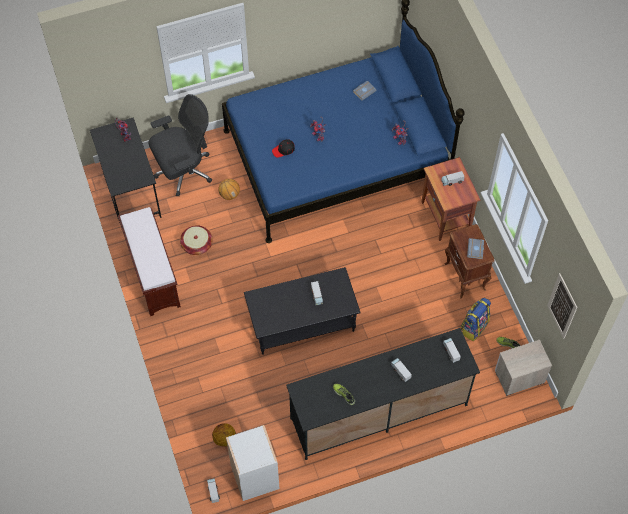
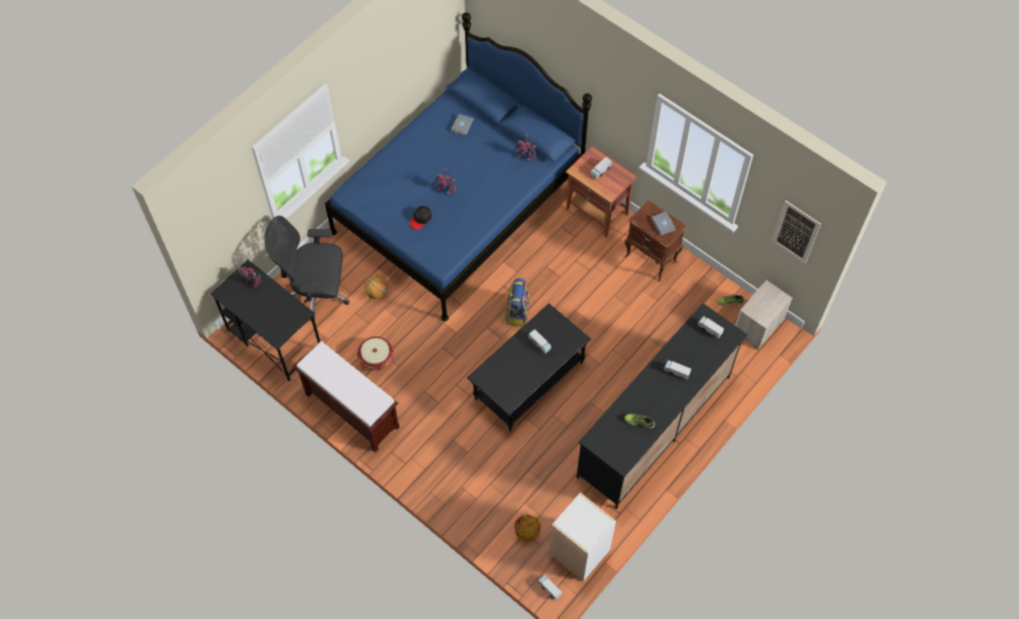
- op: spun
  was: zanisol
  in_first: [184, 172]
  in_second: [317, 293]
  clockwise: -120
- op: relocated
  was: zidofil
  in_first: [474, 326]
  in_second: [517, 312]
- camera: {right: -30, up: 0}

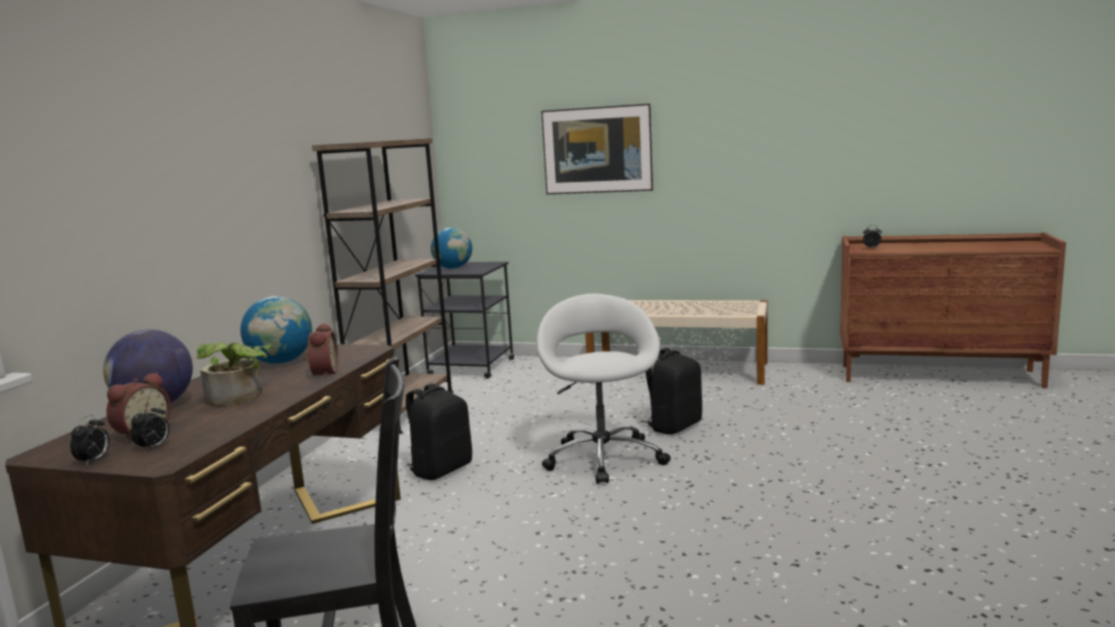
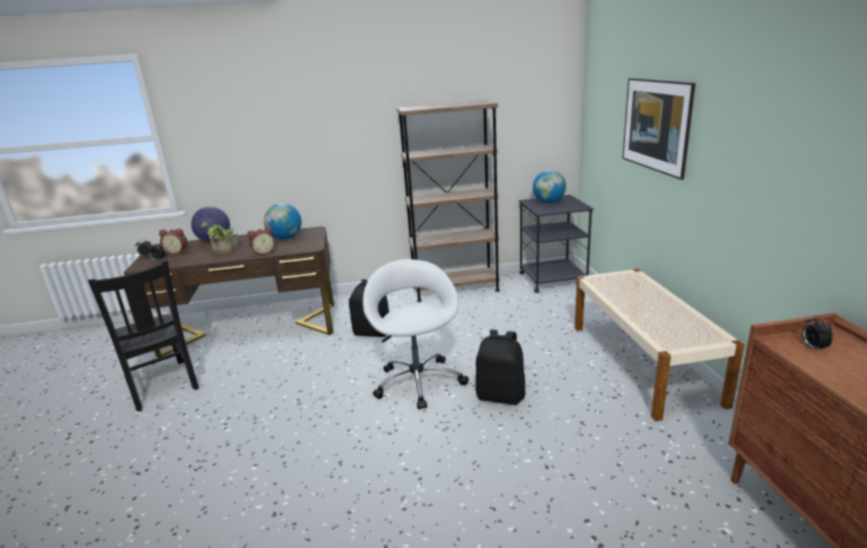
- op: spun
  was: zanisol (white)
  in_first: [603, 458]
  in_second: [418, 382]
  clockwise: -75
- camera: {right: 65, up: 10}

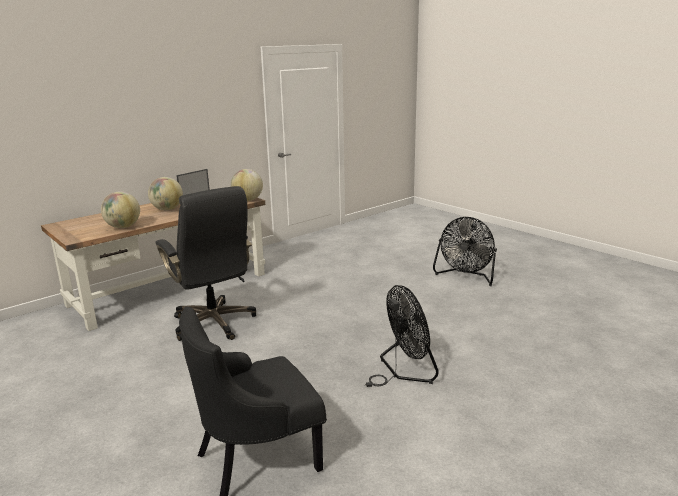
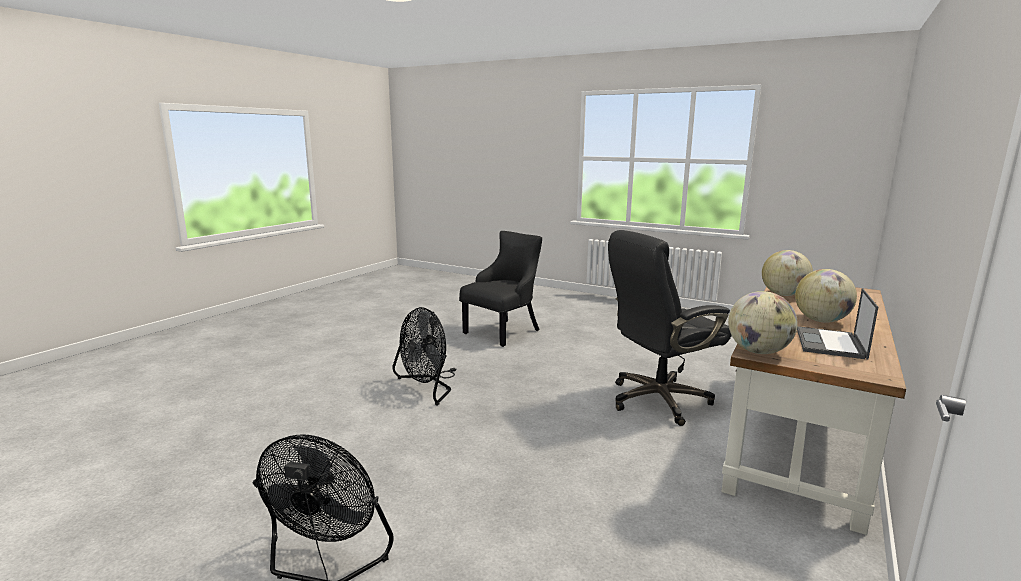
- op: spun
  was: zanisol (black)
  in_first: [212, 322]
  in_second: [661, 399]
  clockwise: -60
- camera: {right: 160, up: -5}

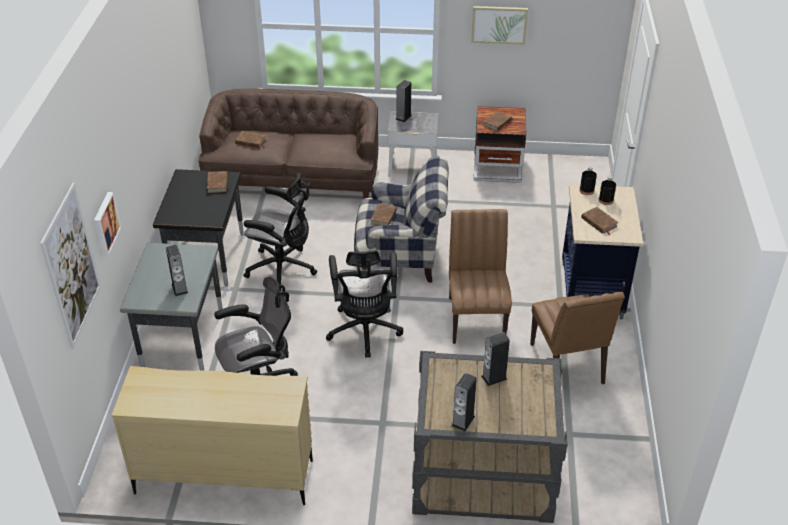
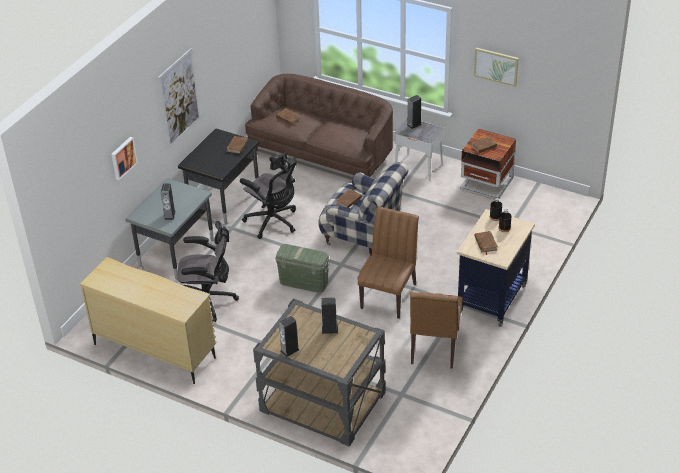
- op: relocated
  was: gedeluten
  in_first: [71, 266]
  in_second: [179, 98]
- op: exchanged
  was: zanisol
  now: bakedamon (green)
  in_first: [365, 330]
  in_second: [303, 282]
- camera: {right: 25, up: 0}

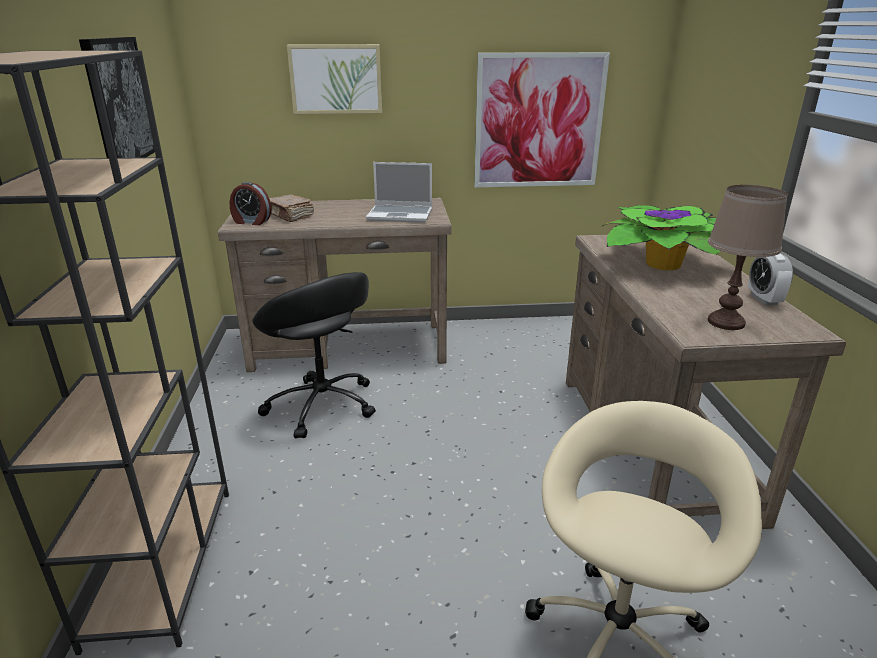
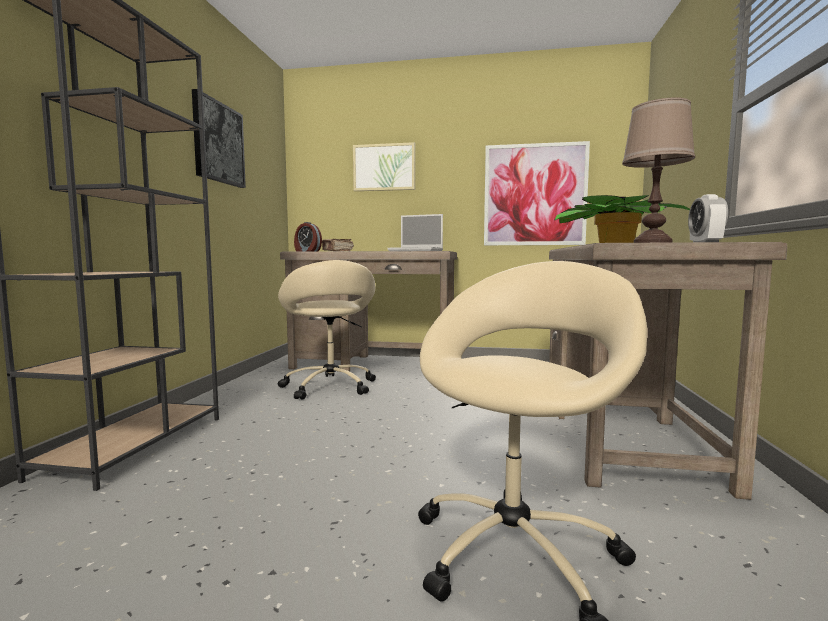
- op: colour
  was: zanisol (black)
  now: zanisol (beige)
  in_first: [323, 407]
  in_second: [330, 387]
- camera: {right: 15, up: -20}

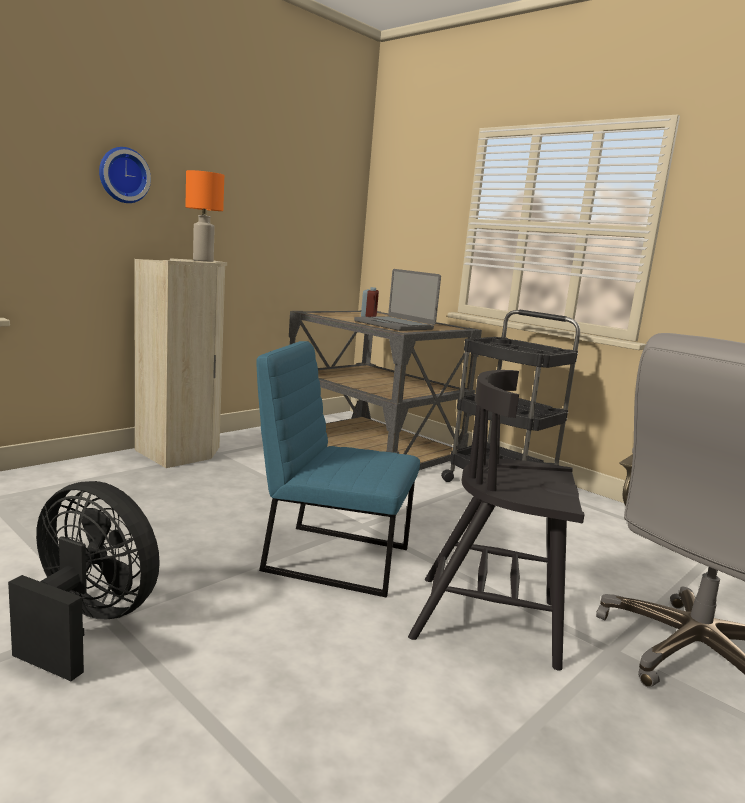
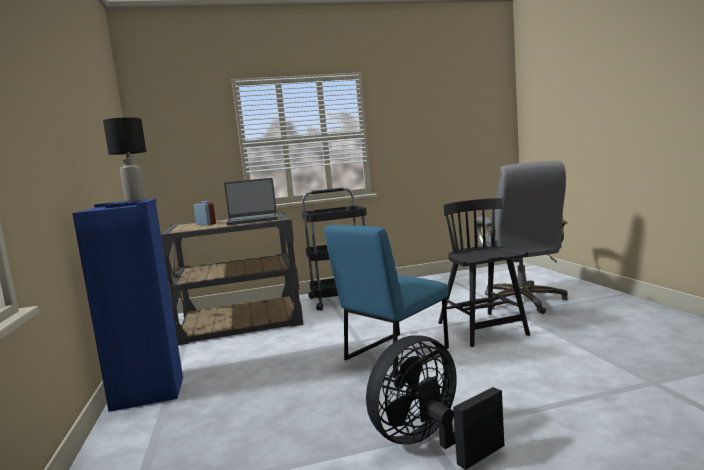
- op: missing
  was: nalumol
  in_first: [123, 175]
- op: colour
  was: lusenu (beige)
  now: lusenu (blue)
  in_first: [182, 452]
  in_second: [148, 388]
- op: colour
  was: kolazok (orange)
  now: kolazok (black)
  in_first: [202, 261]
  in_second: [134, 200]
- op: spun
  was: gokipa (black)
  in_first: [490, 620]
  in_second: [482, 329]
  clockwise: 120
- camera: {right: -55, up: -5}

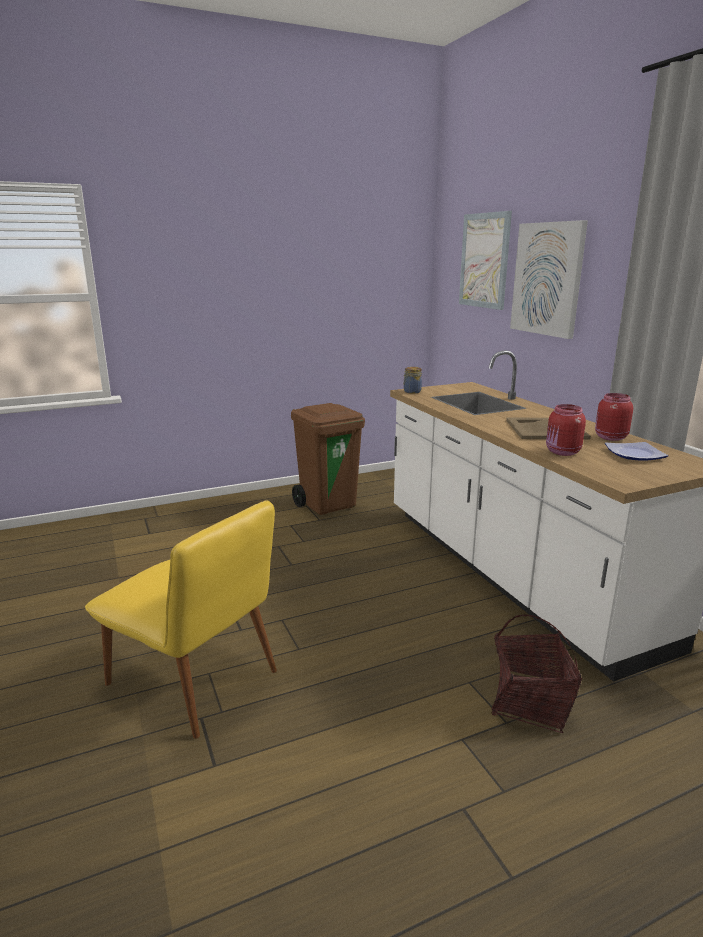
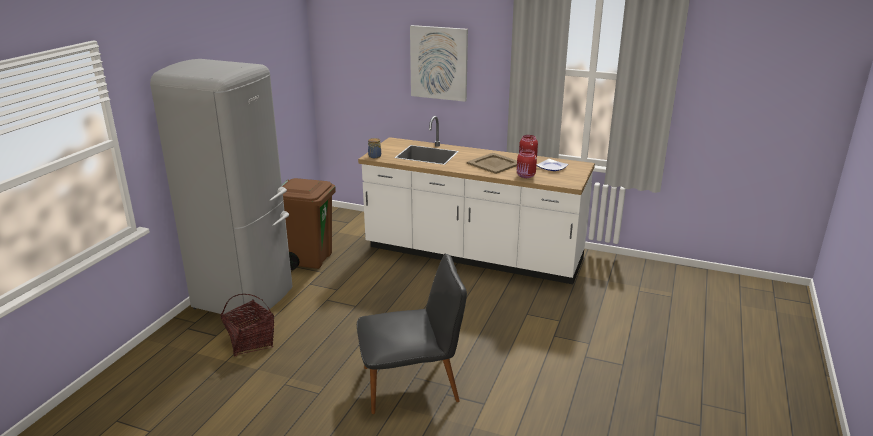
- op: colour
  was: gokipa (yellow)
  now: gokipa (black)
  in_first: [192, 677]
  in_second: [410, 383]
- op: missing
  was: gedeluten
  in_first: [484, 260]
- op: relocated
  was: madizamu
  in_first: [529, 702]
  in_second: [250, 342]
- op: appeared
  now: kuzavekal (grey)
  in_second: [247, 297]
- camera: {right: -45, up: 5}

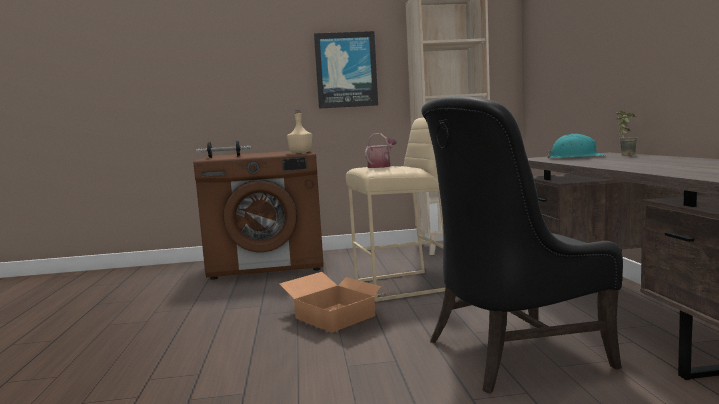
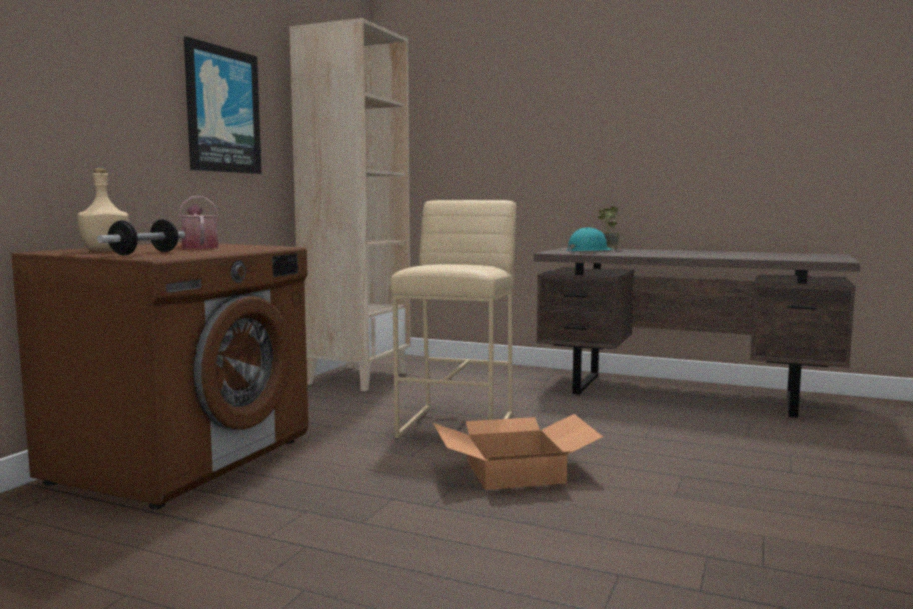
- op: relocated
  was: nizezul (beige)
  in_first: [301, 153]
  in_second: [106, 251]
- op: relocated
  was: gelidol
  in_first: [381, 166]
  in_second: [199, 247]
- op: missing
  was: gokipa (black)
  in_first: [512, 352]
- camera: {right: -60, up: 0}

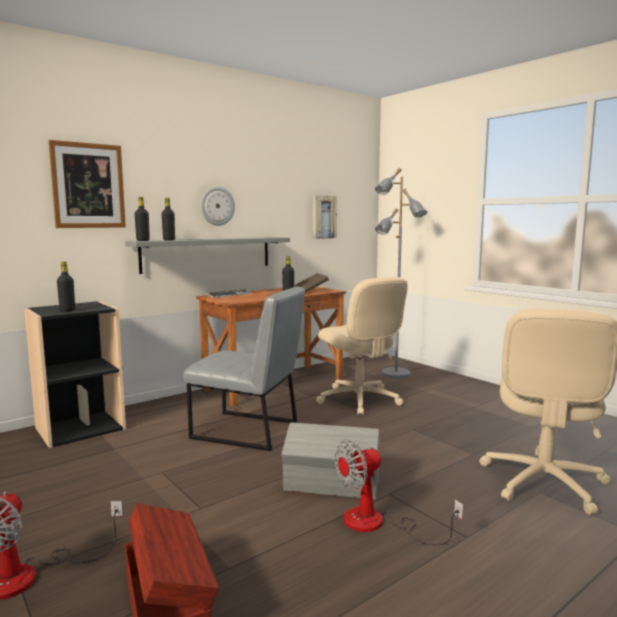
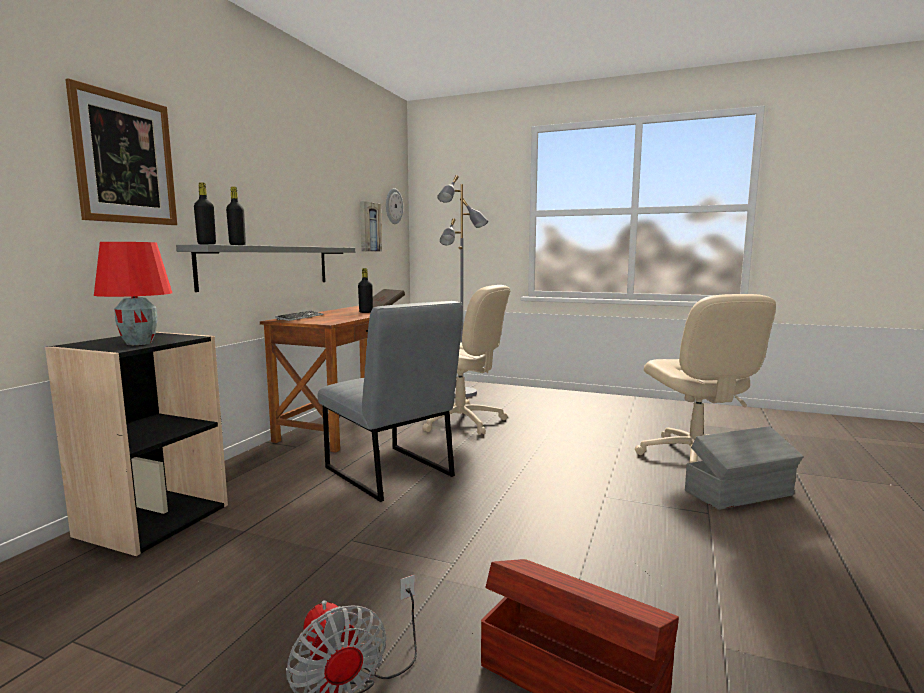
- op: exchanged
  was: nizezul (black)
  now: kolazok (red)
  in_first: [67, 310]
  in_second: [140, 343]
- op: spun
  was: gokipa (grey)
  in_first: [248, 431]
  in_second: [390, 473]
  clockwise: 60
- op: relocated
  was: nalumol
  in_first: [217, 206]
  in_second: [393, 206]
- op: relocated
  was: bakedamon (grey)
  in_first: [332, 485]
  in_second: [740, 493]
- op: missing
  was: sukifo
  in_first: [378, 524]
- camera: {right: -30, up: 0}

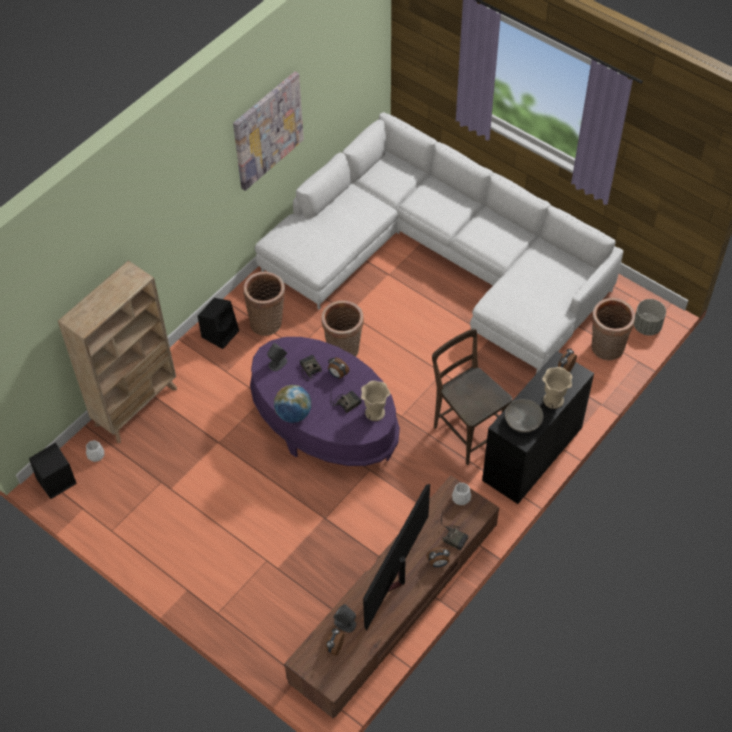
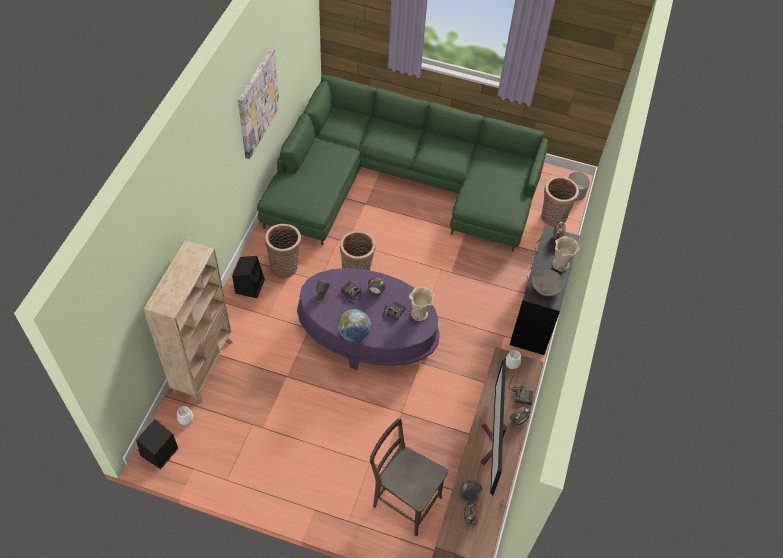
- op: colour
  was: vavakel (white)
  now: vavakel (green)
  in_first: [439, 259]
  in_second: [399, 182]
- op: relocated
  was: gokipa (brown)
  in_first: [467, 430]
  in_second: [403, 500]
- camera: {right: -25, up: 0}

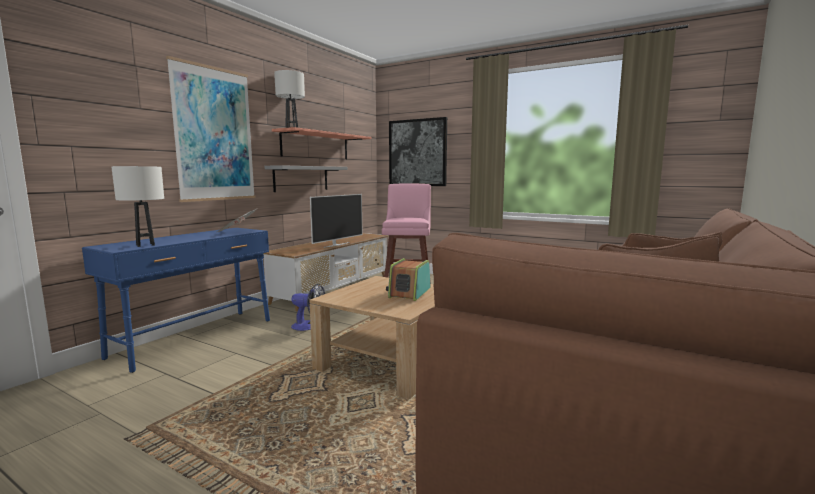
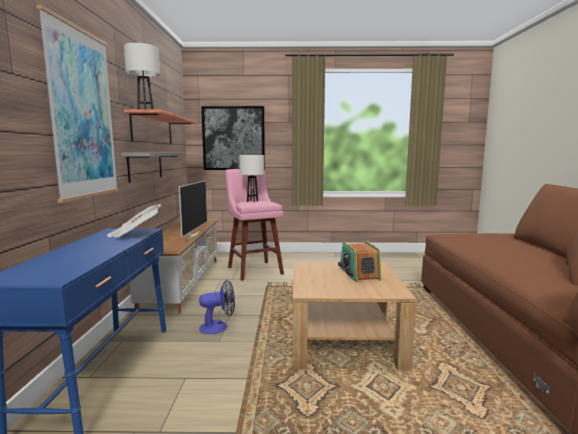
- op: relocated
  was: kolazok (white)
  in_first: [145, 245]
  in_second: [252, 201]
- camera: {right: -30, up: 0}

